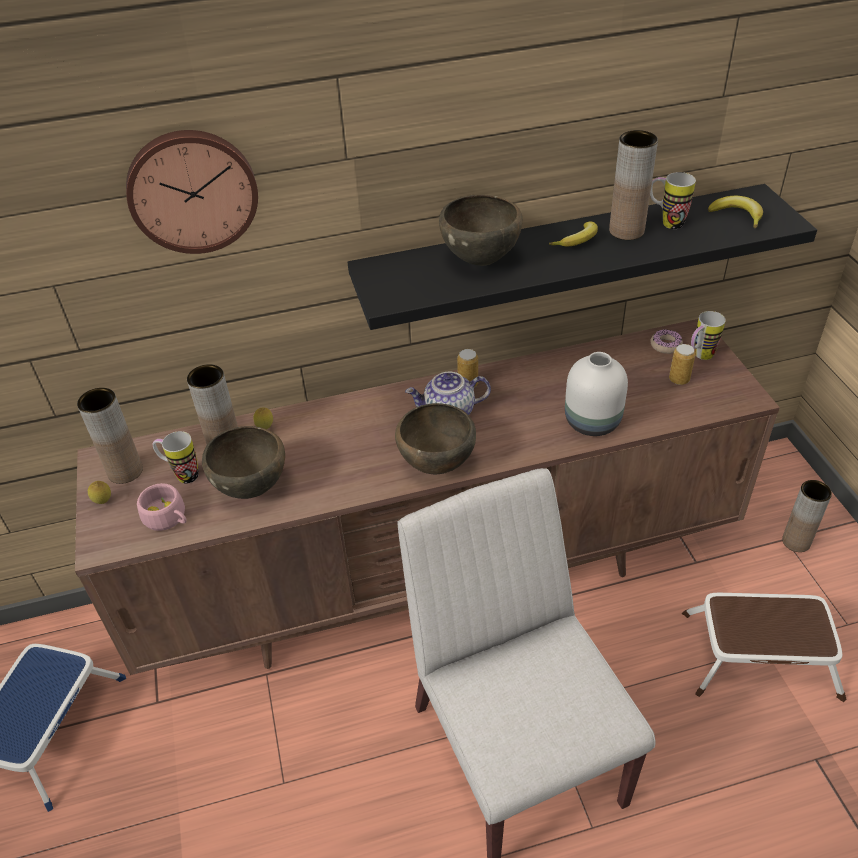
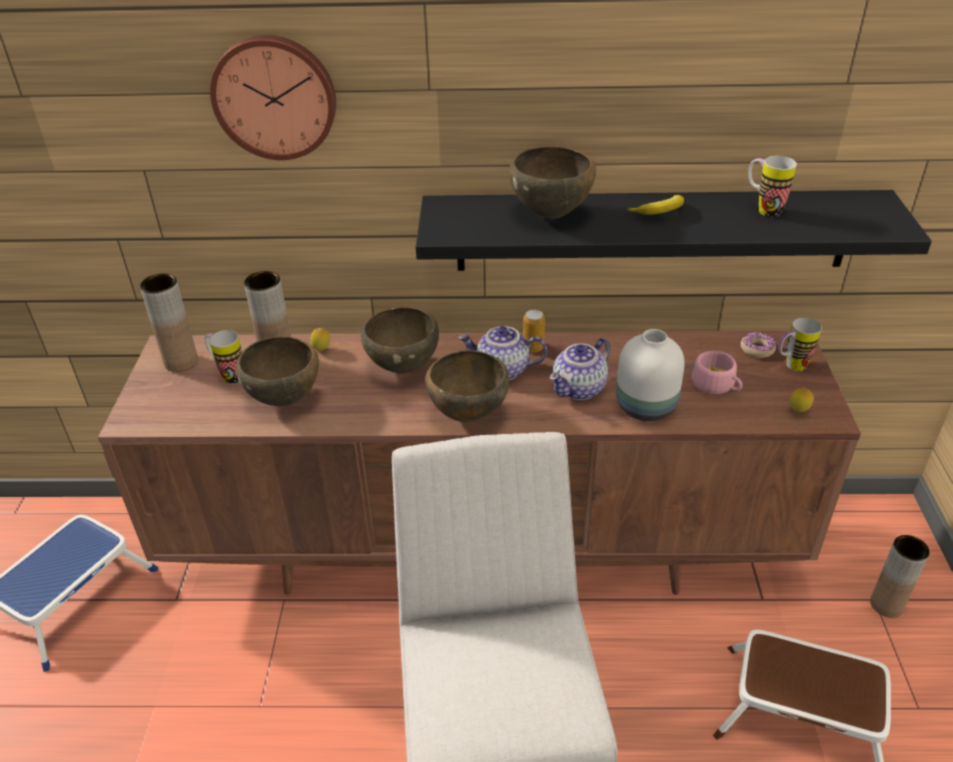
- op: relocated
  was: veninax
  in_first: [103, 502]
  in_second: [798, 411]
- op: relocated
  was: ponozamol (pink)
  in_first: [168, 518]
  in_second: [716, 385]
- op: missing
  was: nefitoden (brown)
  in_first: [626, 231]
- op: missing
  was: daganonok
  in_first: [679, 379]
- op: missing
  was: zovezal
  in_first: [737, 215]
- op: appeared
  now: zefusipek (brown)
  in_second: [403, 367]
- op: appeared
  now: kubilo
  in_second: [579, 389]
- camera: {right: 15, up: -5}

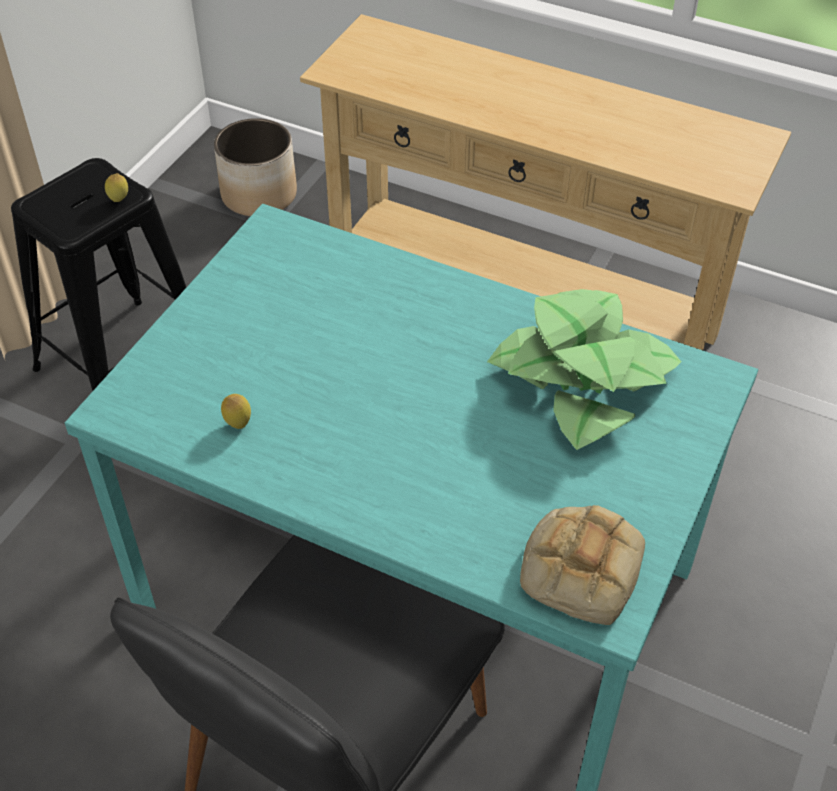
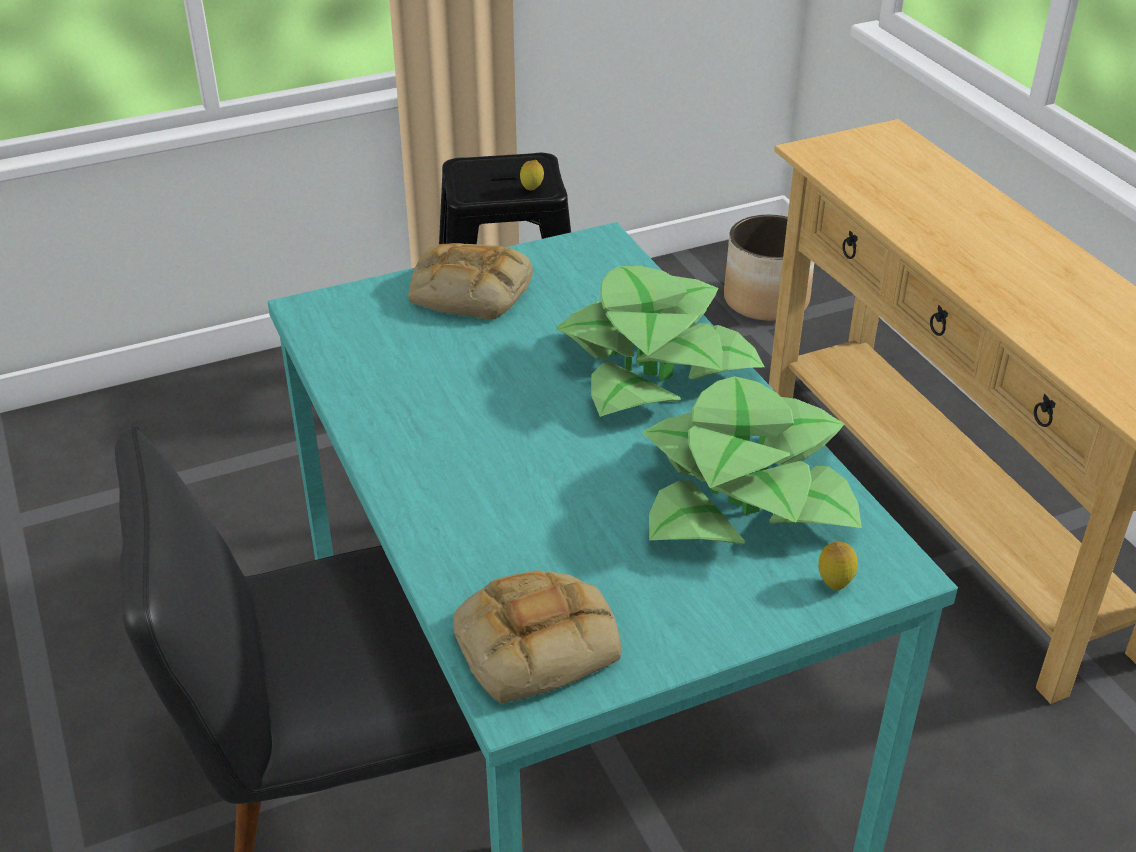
- op: relocated
  was: veninax
  in_first: [238, 424]
  in_second: [834, 584]
- op: appeared
  now: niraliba
  in_second: [468, 292]
- op: appeared
  now: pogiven
  in_second: [654, 363]
- camera: {right: 40, up: -10}

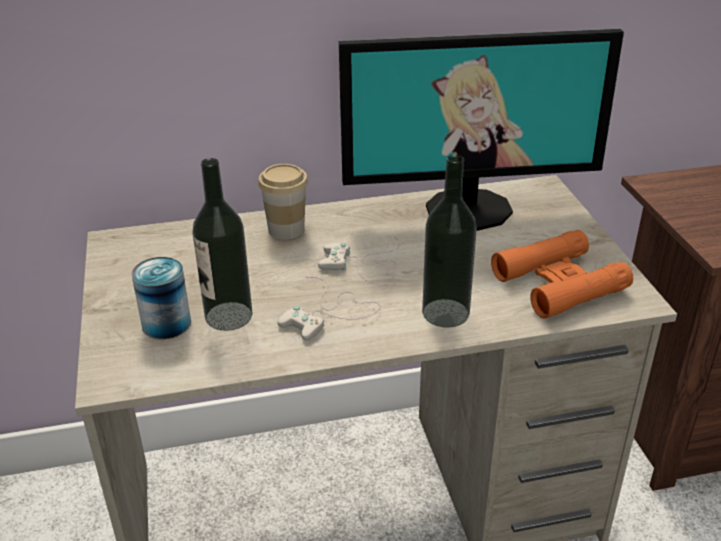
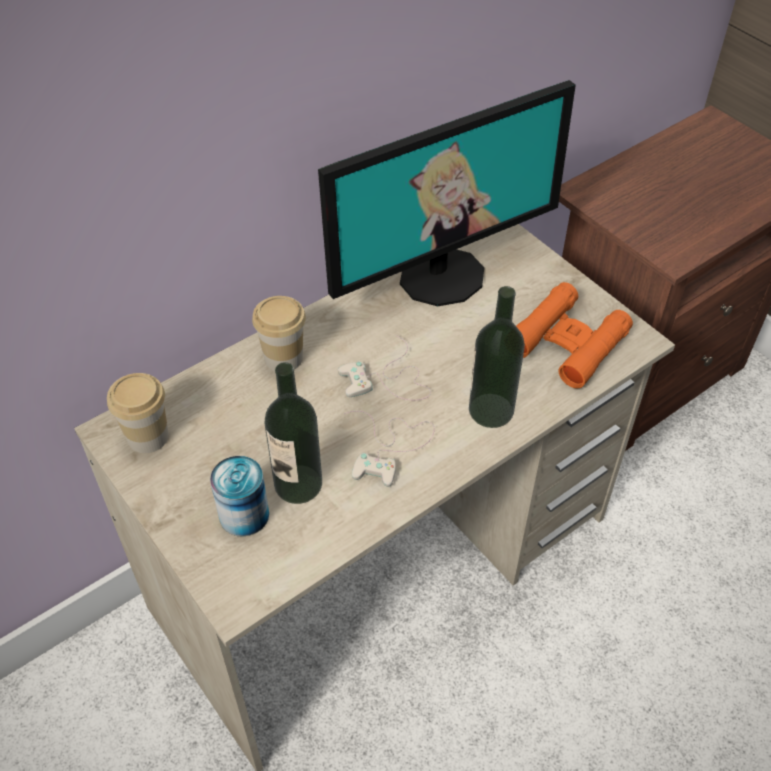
- op: appeared
  now: ponozamol
  in_second: [148, 436]
- camera: {right: -25, up: 15}

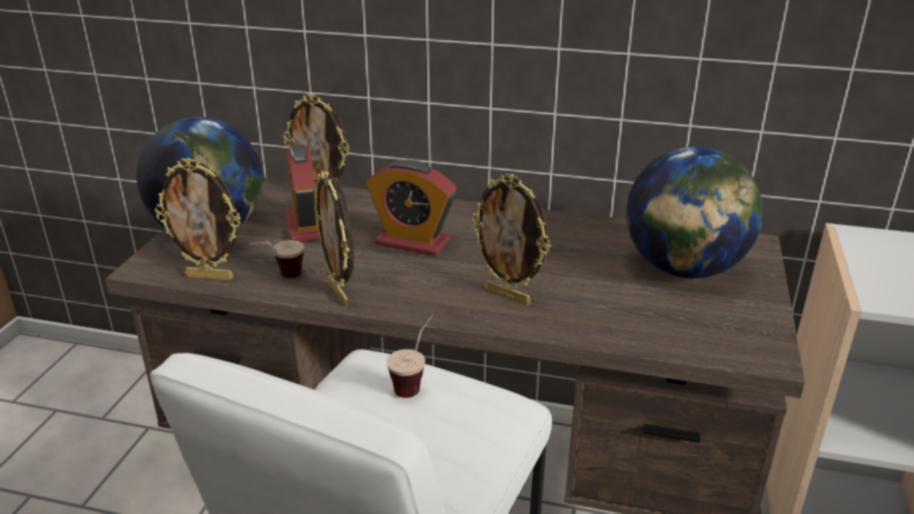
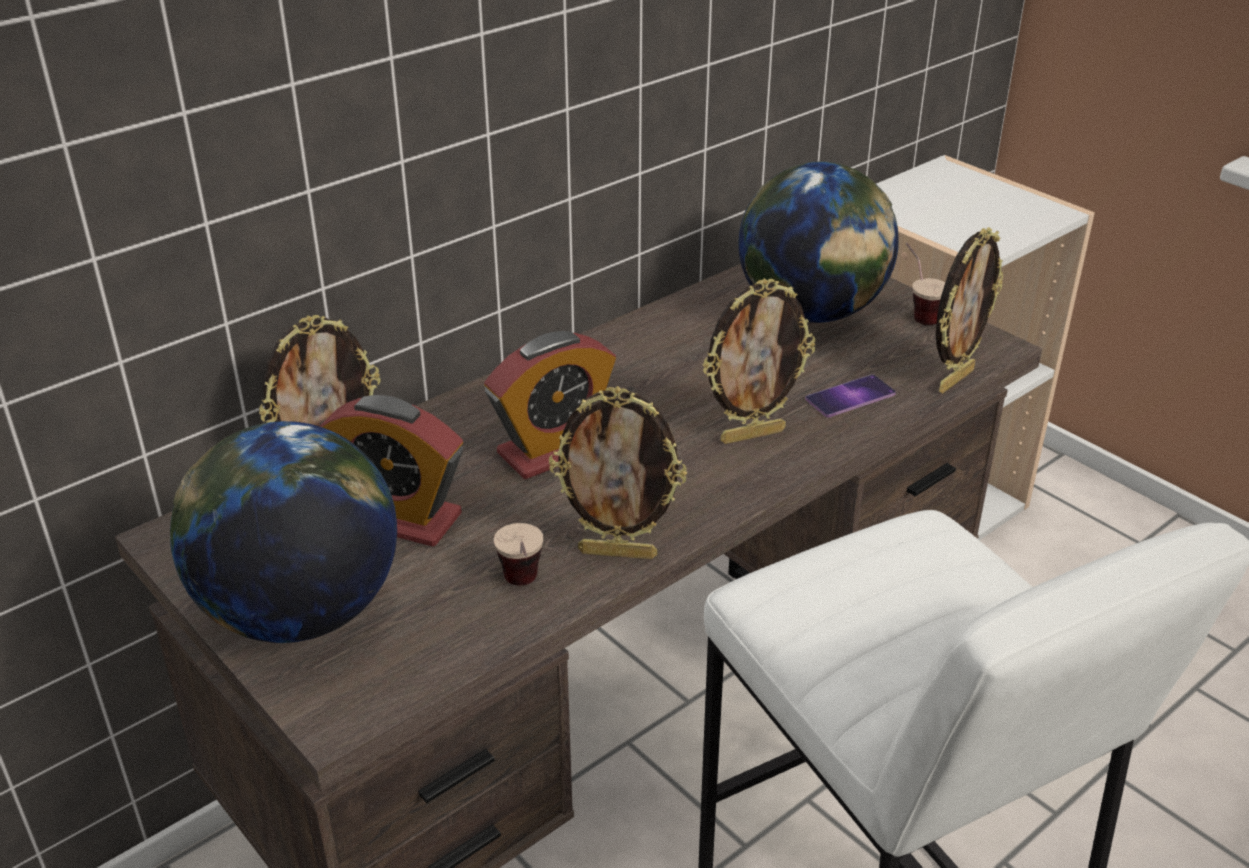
- op: relocated
  was: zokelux
  in_first: [210, 276]
  in_second: [954, 379]
- op: relocated
  was: ponozamol
  in_first: [415, 382]
  in_second: [917, 312]
- op: appeared
  now: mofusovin
  in_second: [850, 396]
- camera: {right: -55, up: 5}

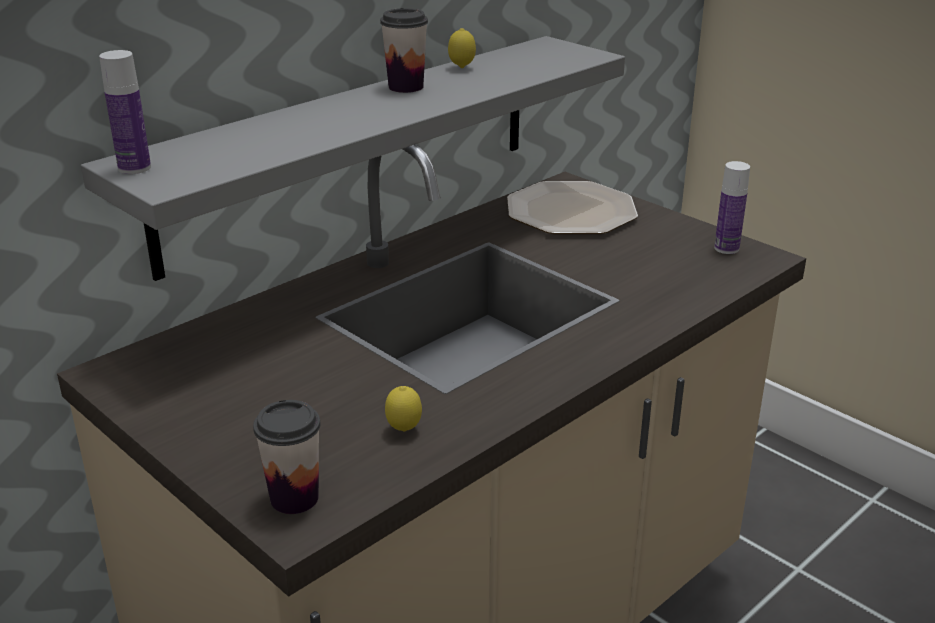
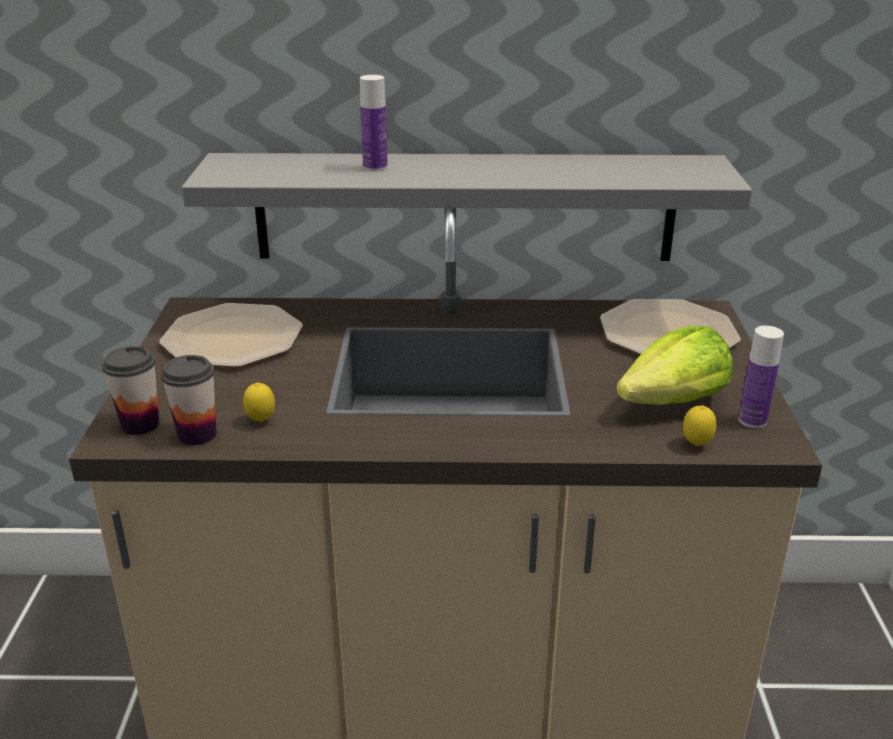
- op: relocated
  was: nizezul
  in_first: [134, 168]
  in_second: [375, 167]
- op: relocated
  was: ponozamol
  in_first: [406, 87]
  in_second: [197, 434]
- op: relocated
  was: veninax
  in_first: [462, 68]
  in_second: [696, 445]
- op: appeared
  now: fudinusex
  in_second: [232, 339]
- op: appeared
  now: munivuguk
  in_second: [674, 402]
- camera: {right: 45, up: 0}

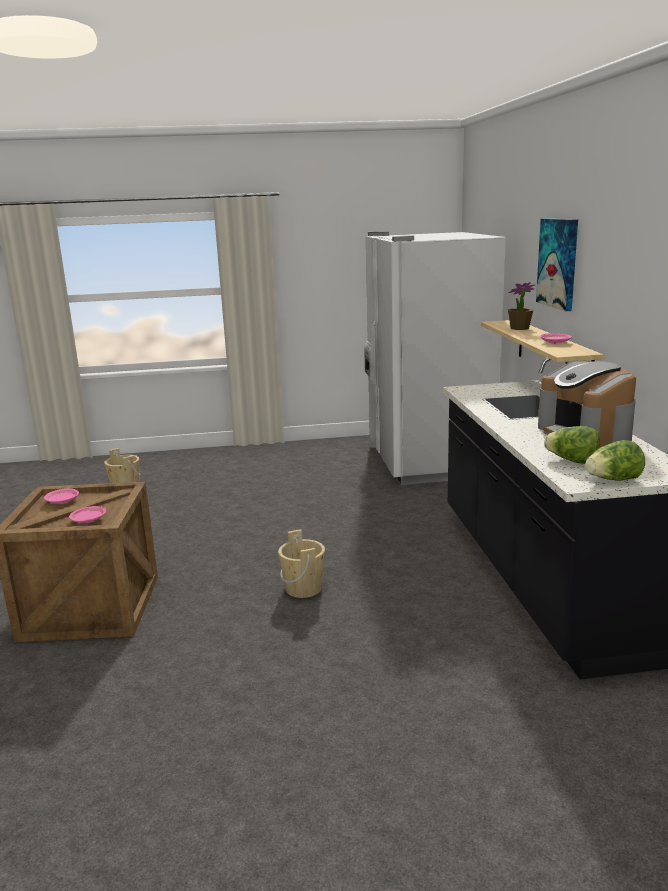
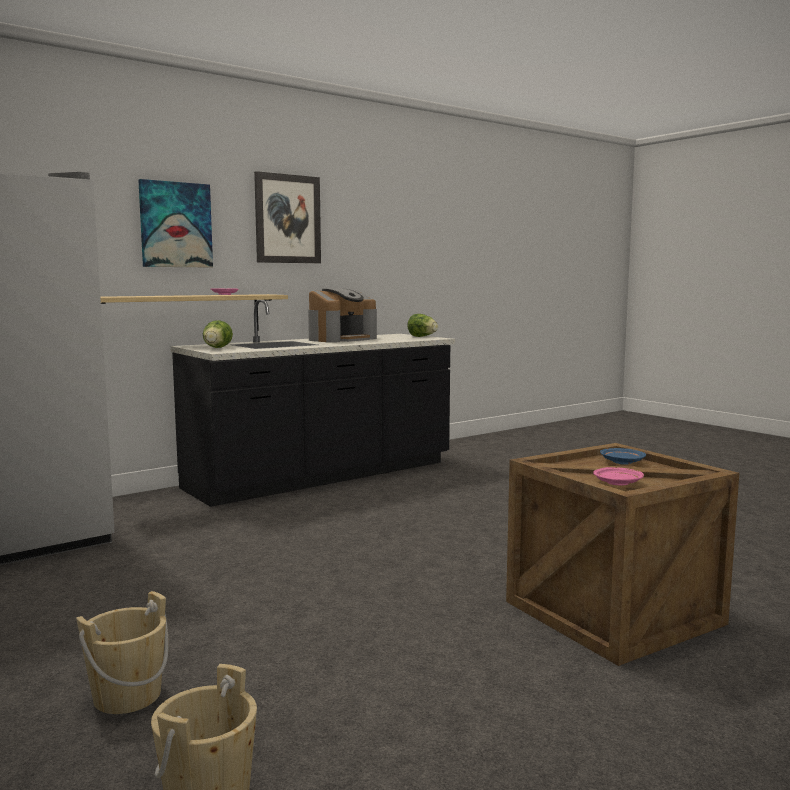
- op: colour
  was: fudinusex (pink)
  now: fudinusex (blue)
  in_first: [89, 520]
  in_second: [621, 462]
- op: relocated
  was: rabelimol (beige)
  in_first: [303, 588]
  in_second: [127, 696]
- op: missing
  was: pogiven
  in_first: [519, 328]
- op: relocated
  was: munivuguk
  in_first: [572, 461]
  in_second: [217, 348]
- op: appeared
  now: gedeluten
  in_second: [287, 219]
- camera: {right: -120, up: -10}

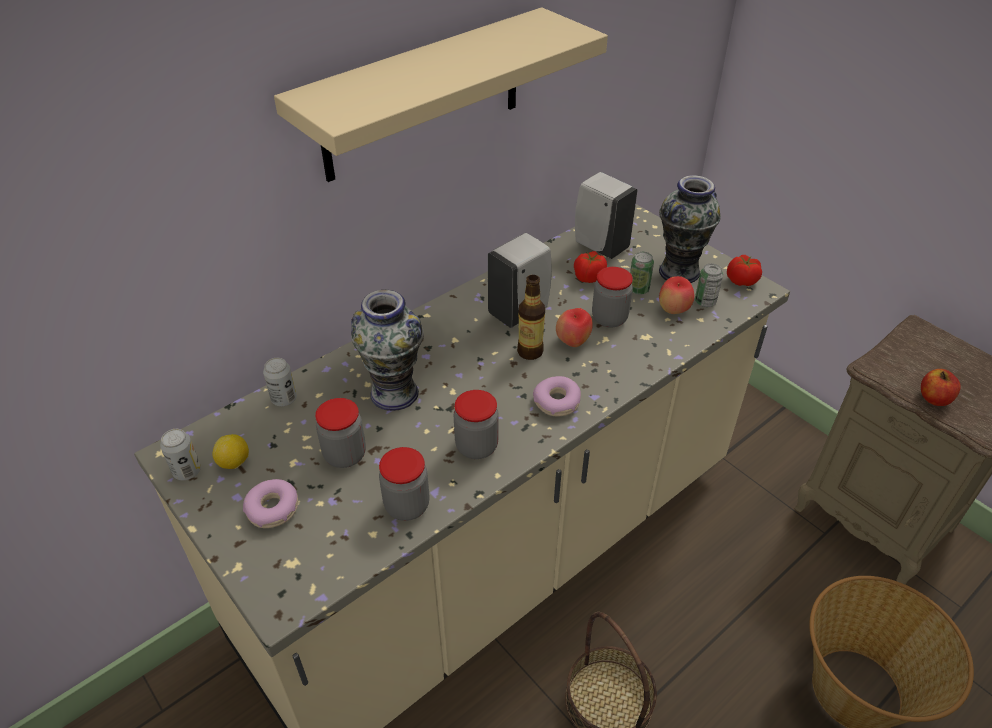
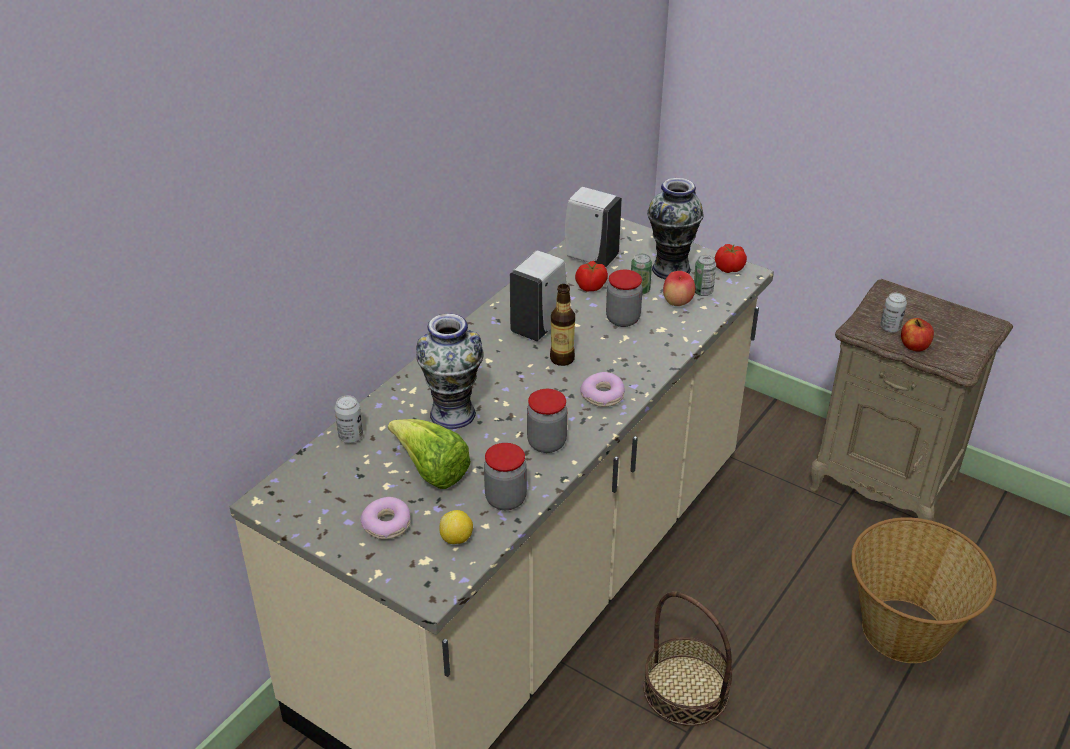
- op: relocated
  was: daganonok
  in_first: [187, 471]
  in_second: [890, 328]
- op: relocated
  was: veninax
  in_first: [234, 463]
  in_second: [457, 539]
- op: missing
  was: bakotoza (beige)
  in_first: [423, 95]
- op: exchanged
  was: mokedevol
  now: munivuguk
  in_first: [345, 455]
  in_second: [431, 471]
- op: missing
  was: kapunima
  in_first: [573, 342]
- camera: {right: -15, up: -5}

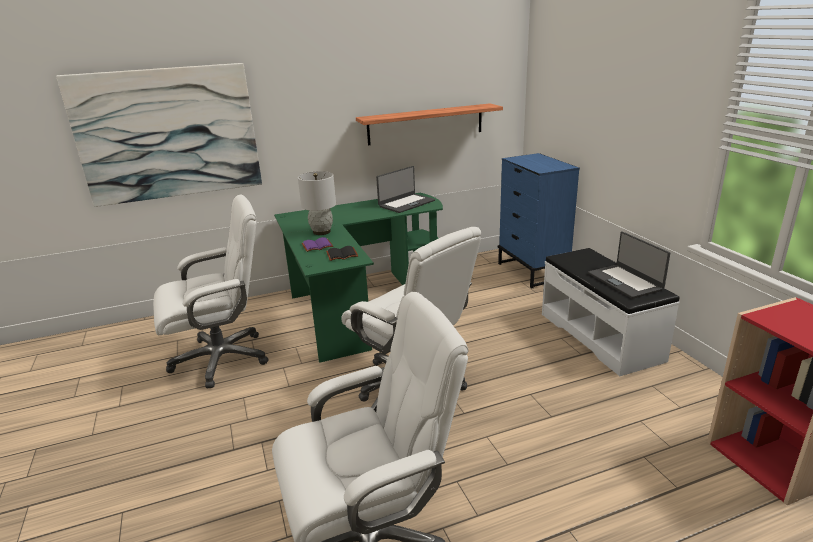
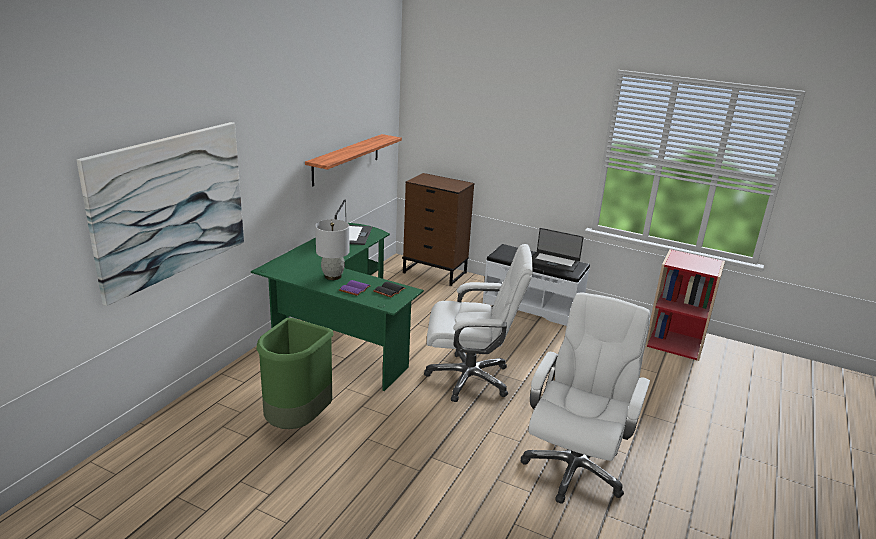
- op: exchanged
  was: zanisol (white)
  now: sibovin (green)
  in_first: [222, 358]
  in_second: [297, 421]
- op: colour
  was: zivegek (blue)
  now: zivegek (brown)
  in_first: [532, 272]
  in_second: [435, 273]
- camera: {right: -45, up: 0}

